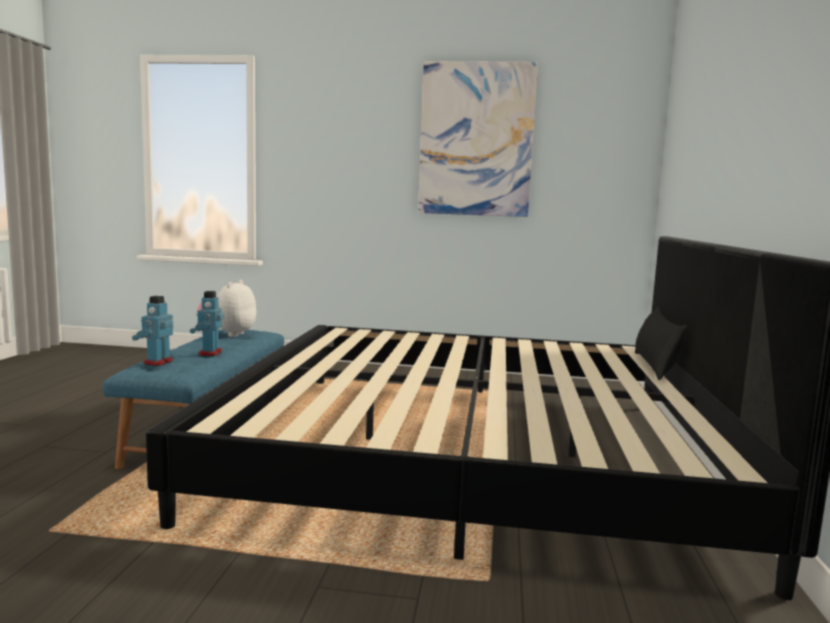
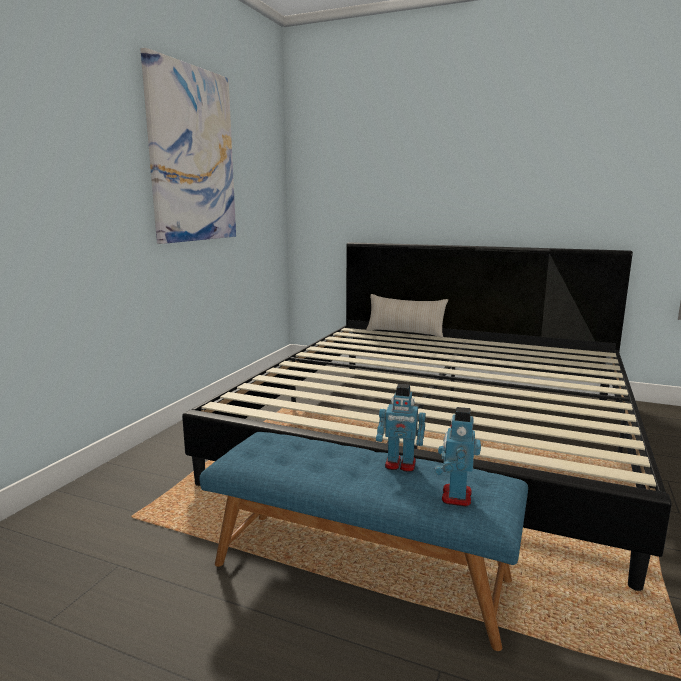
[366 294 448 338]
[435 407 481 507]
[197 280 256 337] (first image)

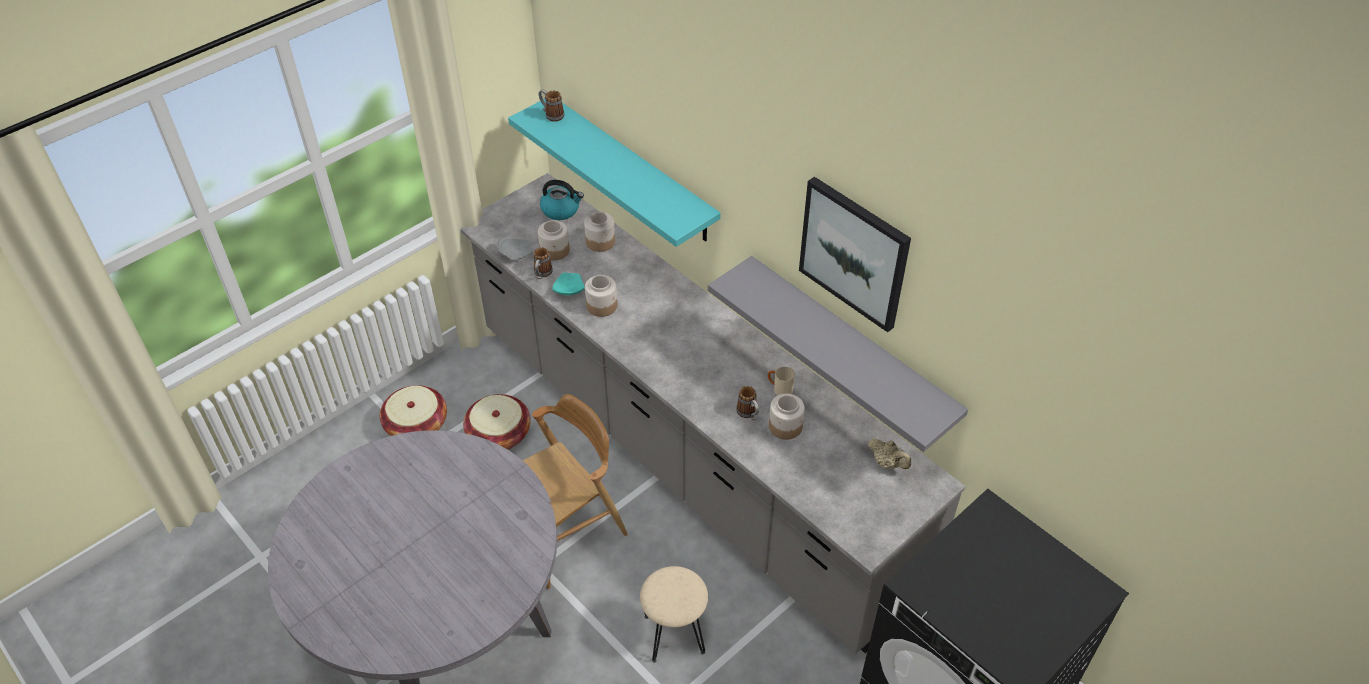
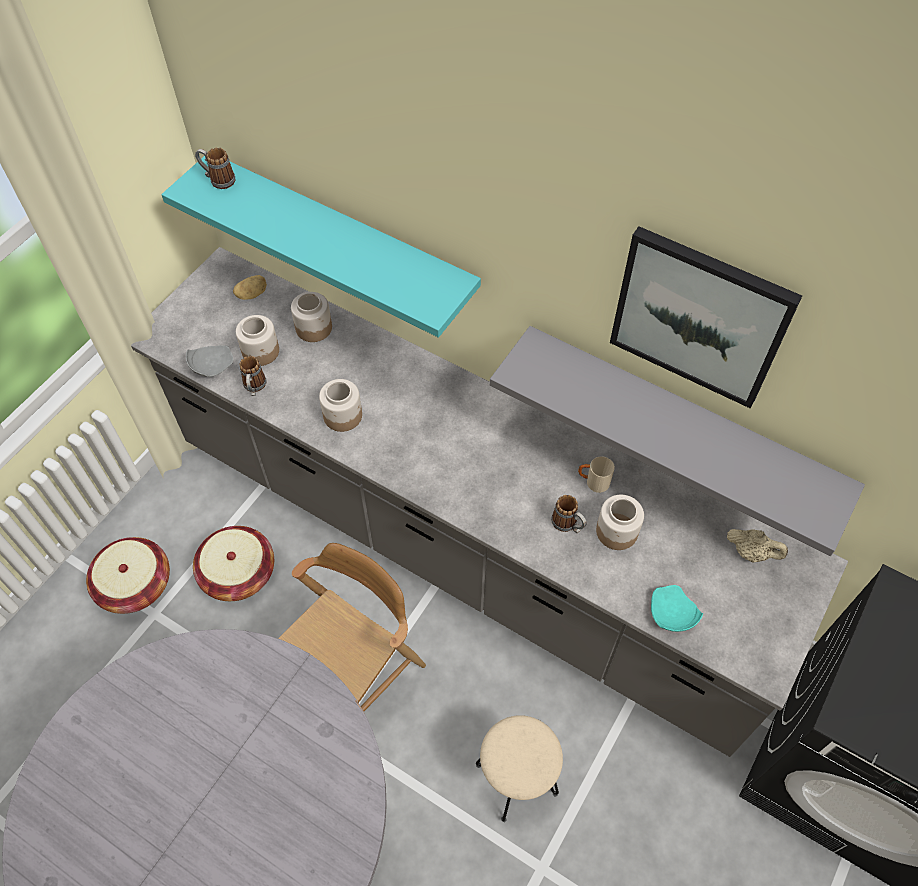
[233 275 267 300]
[651 585 703 632]

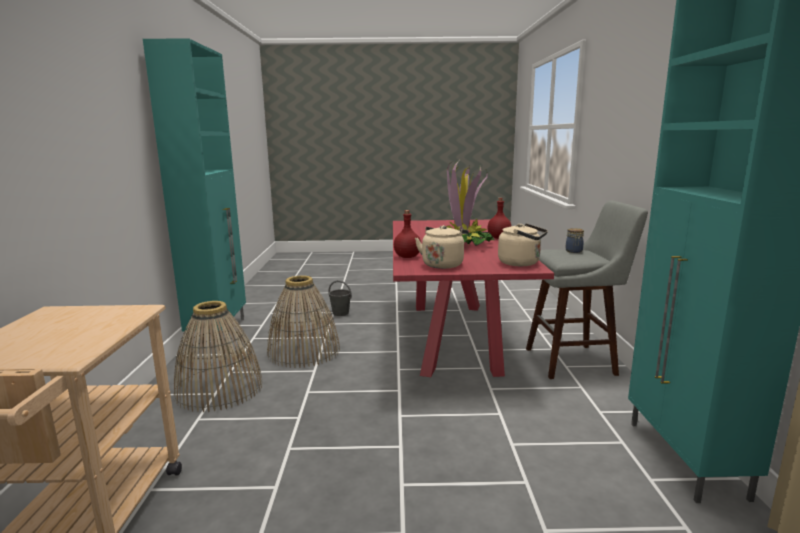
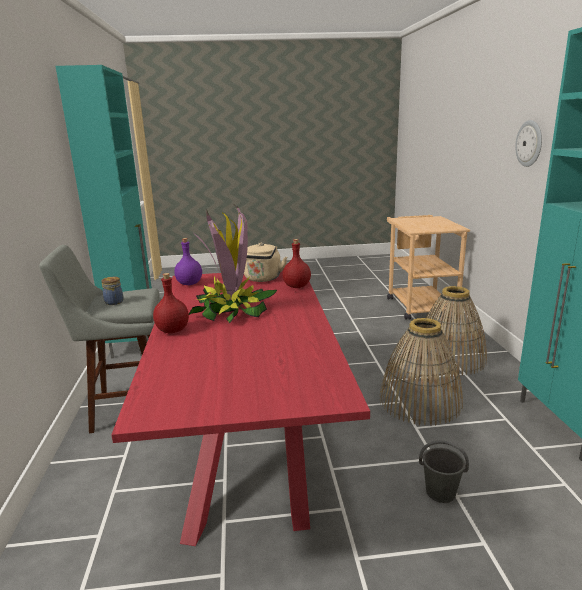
[174 238 202 285]
[515 120 542 167]

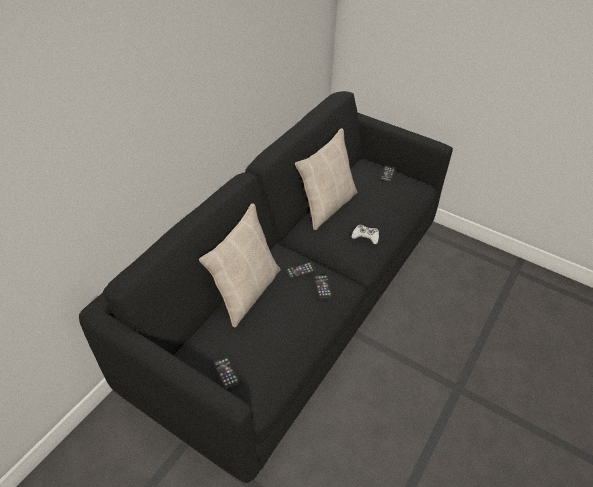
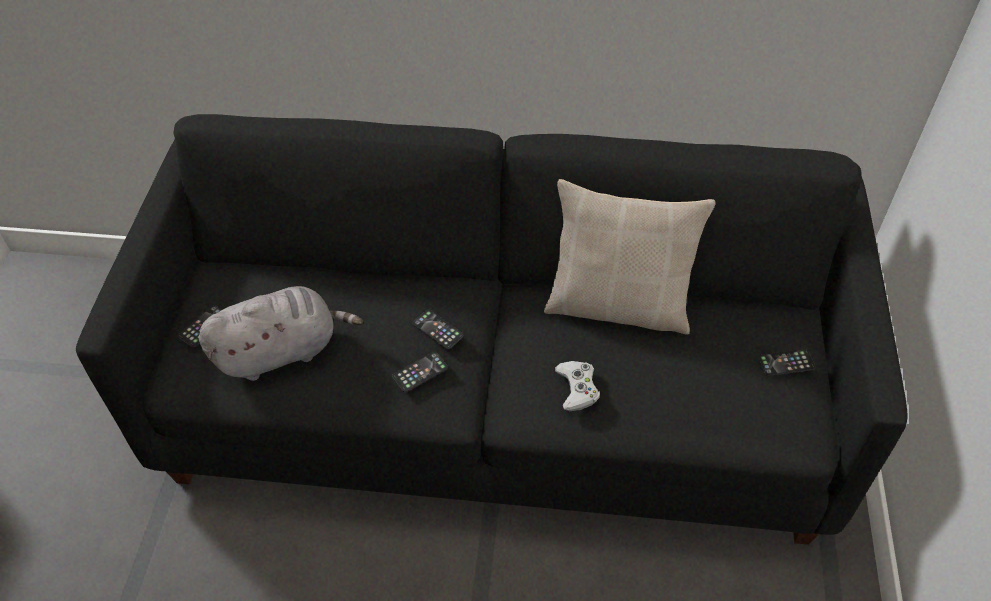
[199 286 363 381]
[199 203 281 328] (first image)

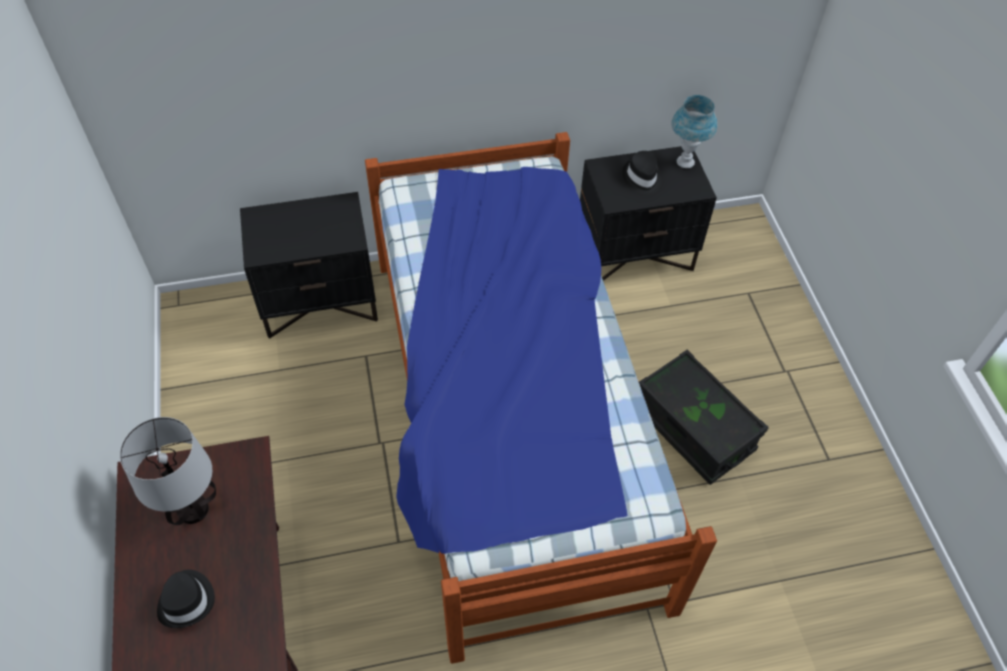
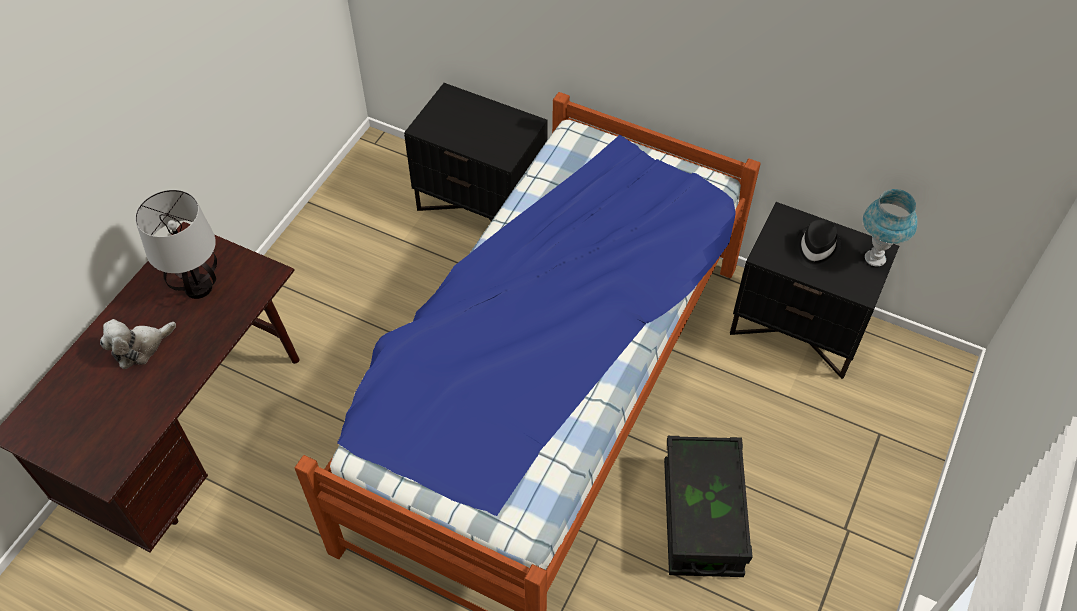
[100 319 176 369]

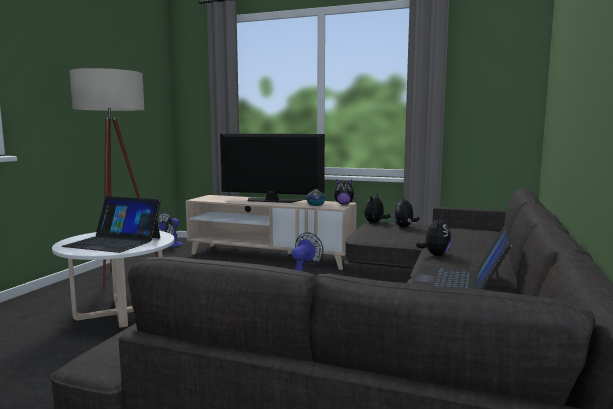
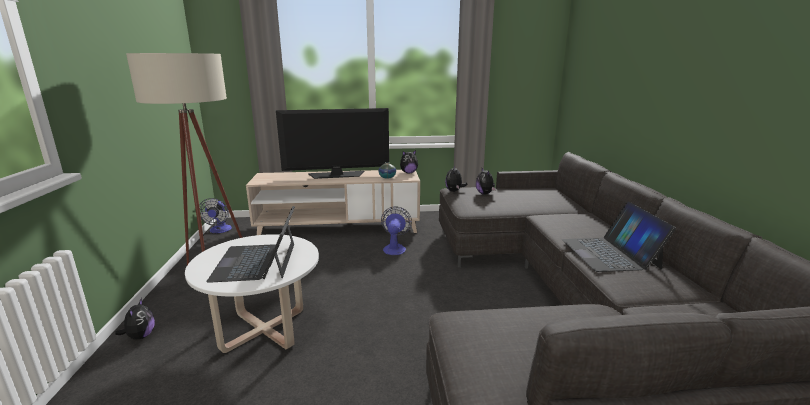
[115 298 155 340]
[206 206 295 283]

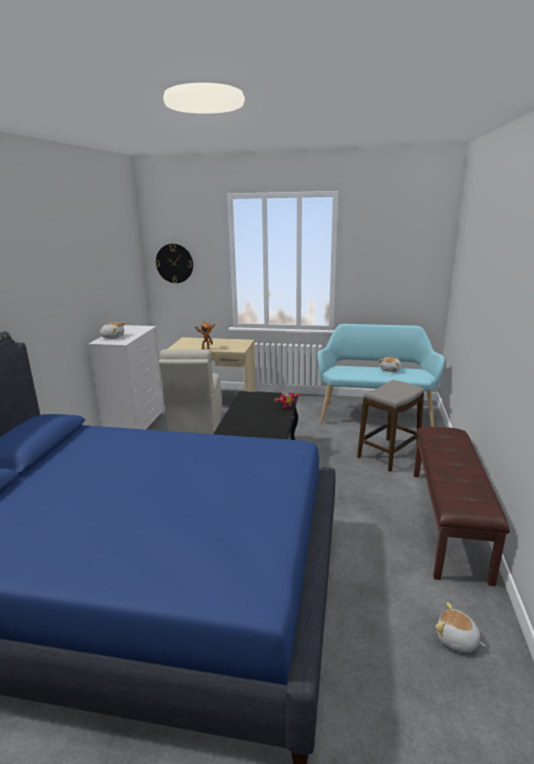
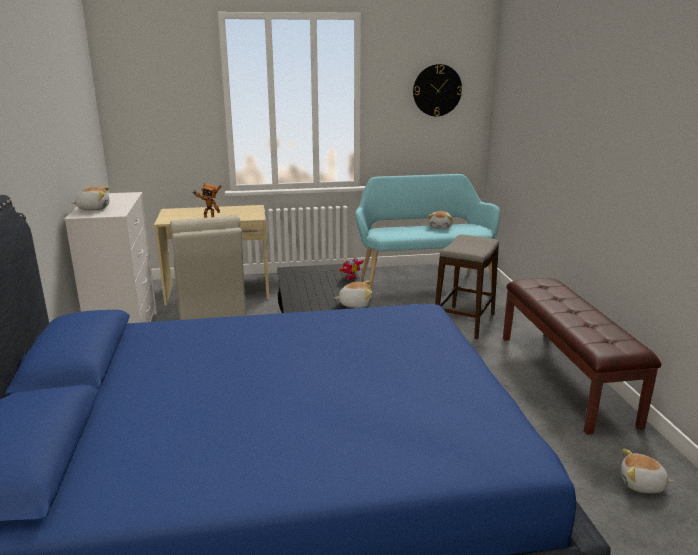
[334 281 372 308]
[413 64 462 116]

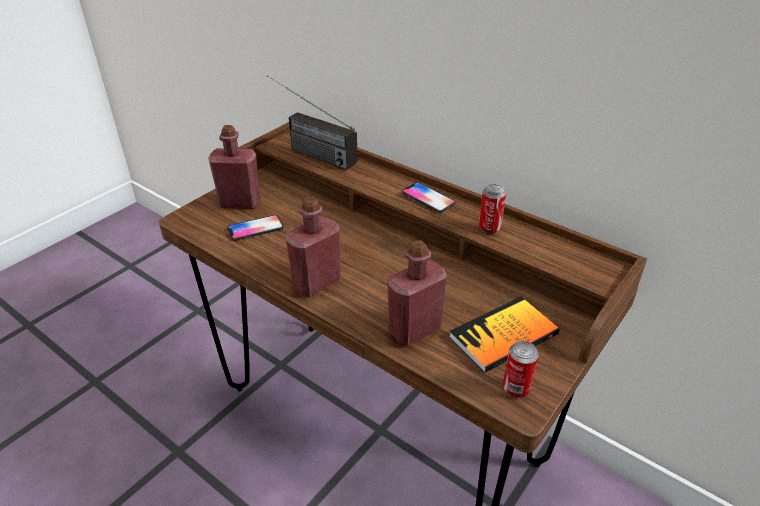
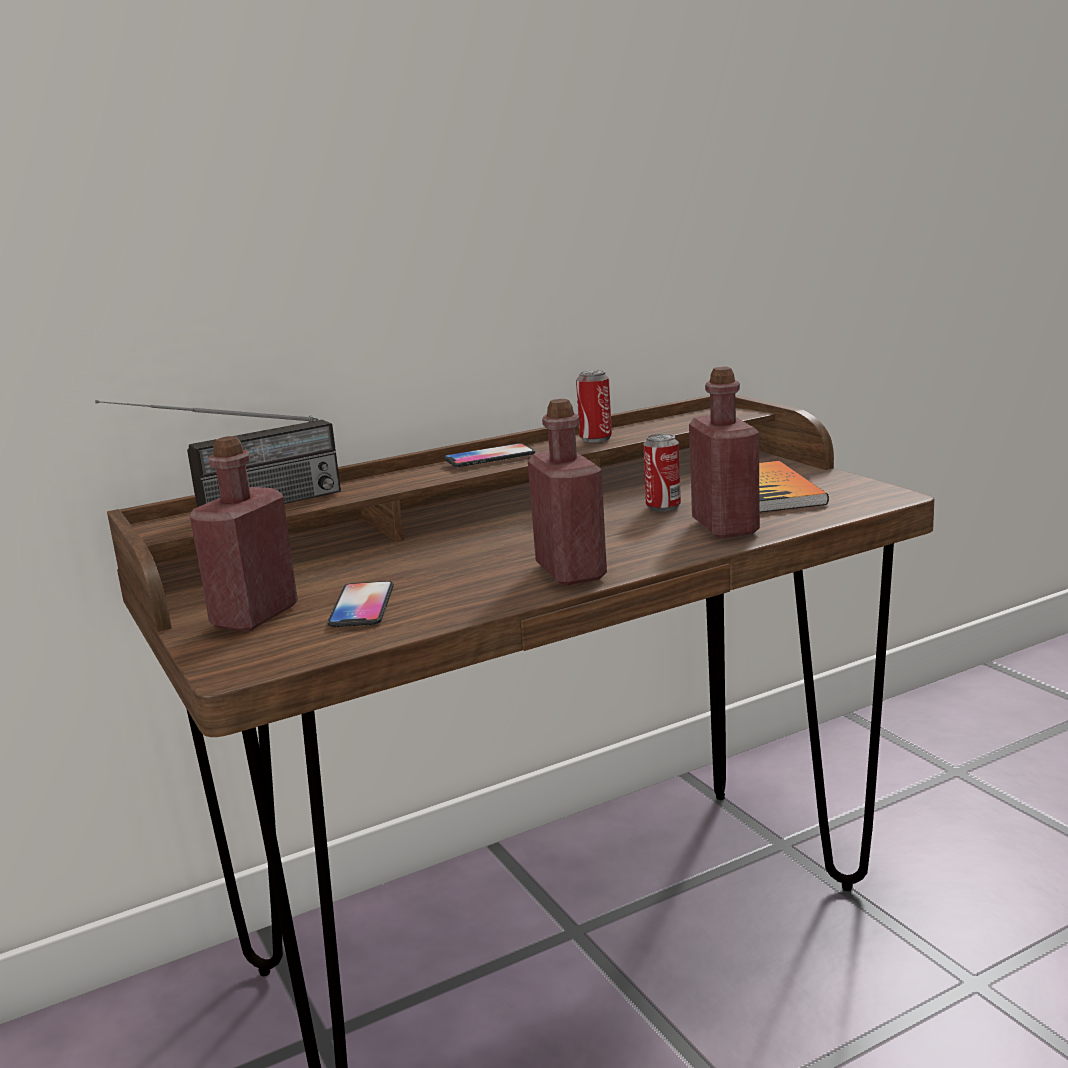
[643 434 681 511]

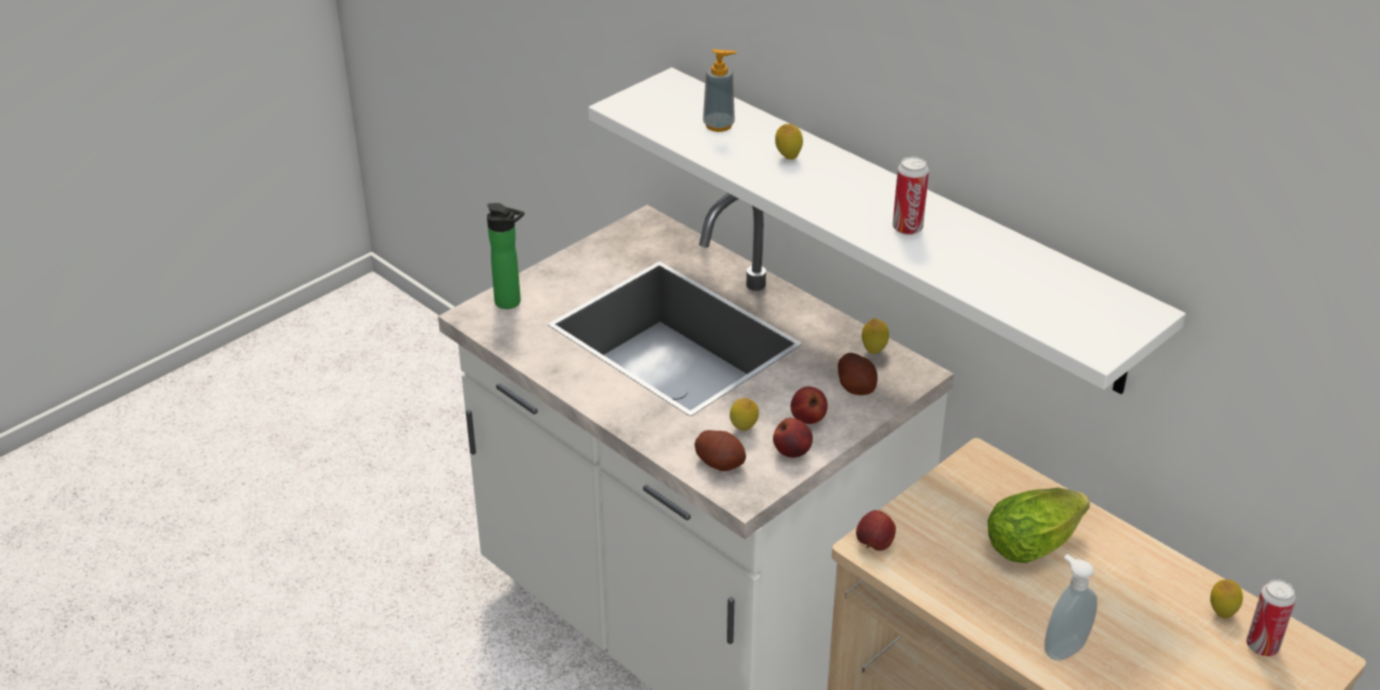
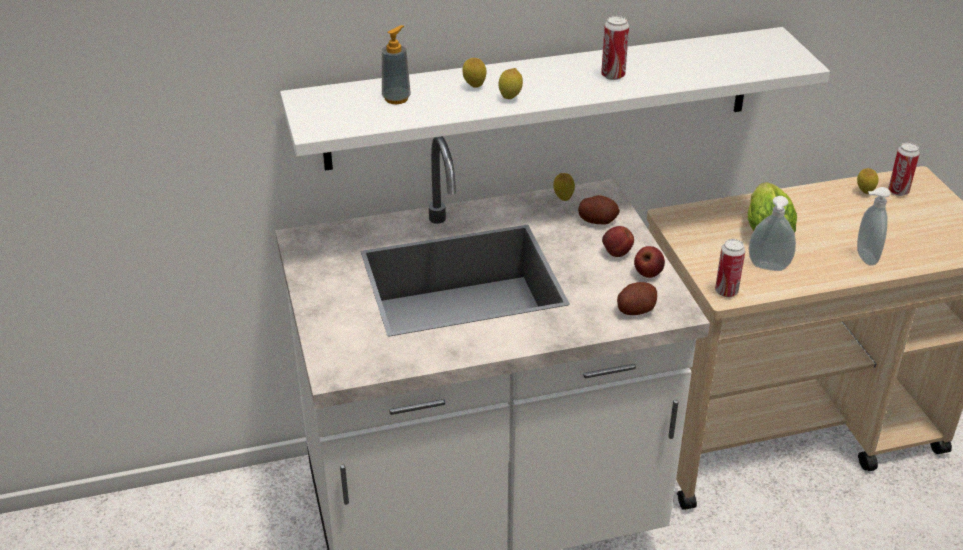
[498 68 523 99]
[715 239 745 297]
[748 196 796 271]
[487 203 524 309] (first image)

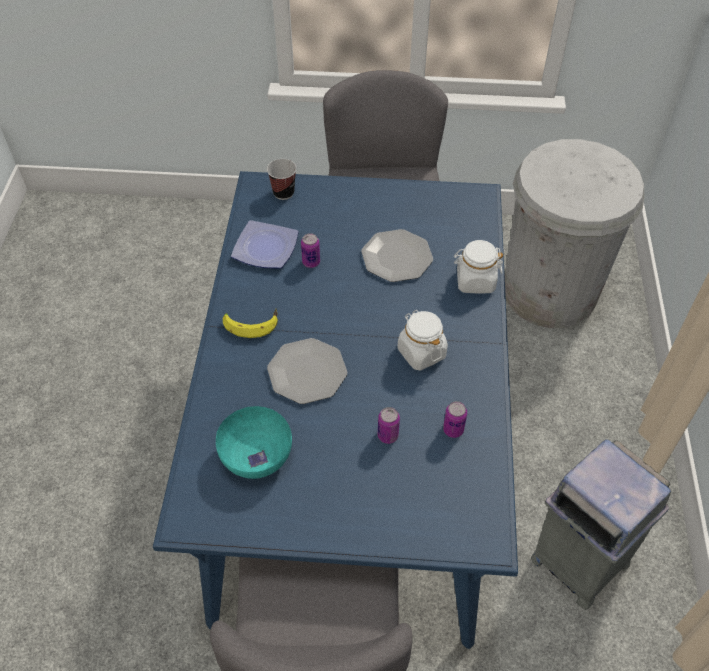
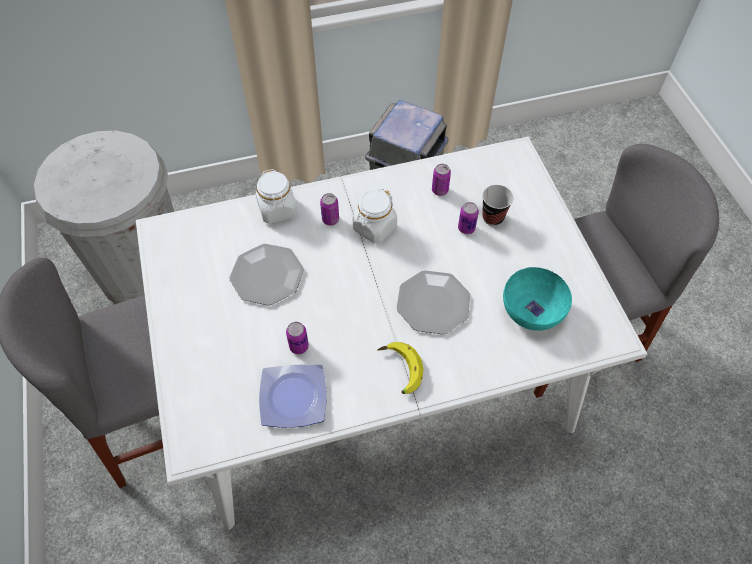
[136 137 648 530]
[320 193 339 225]
[482 185 513 226]

